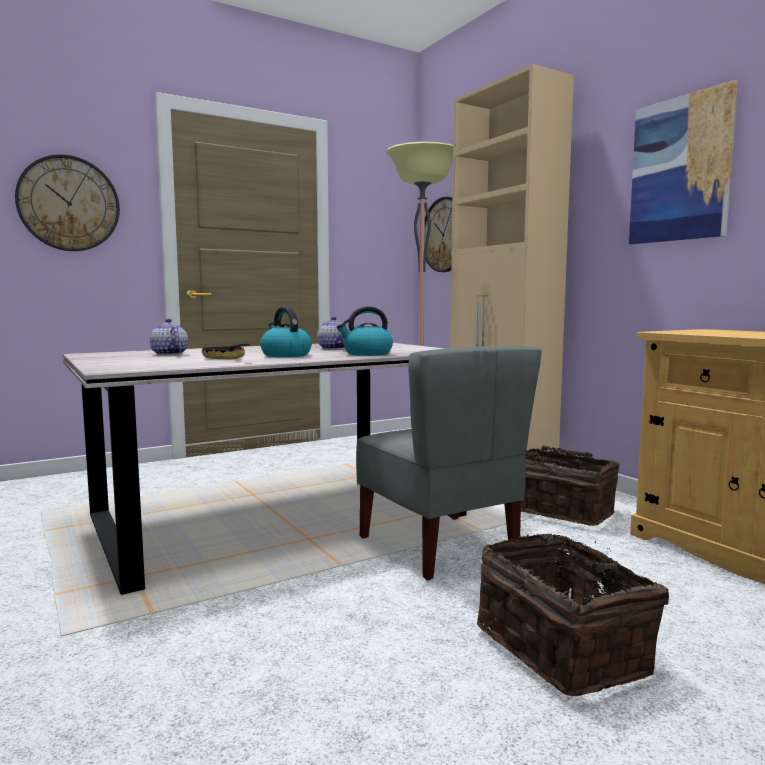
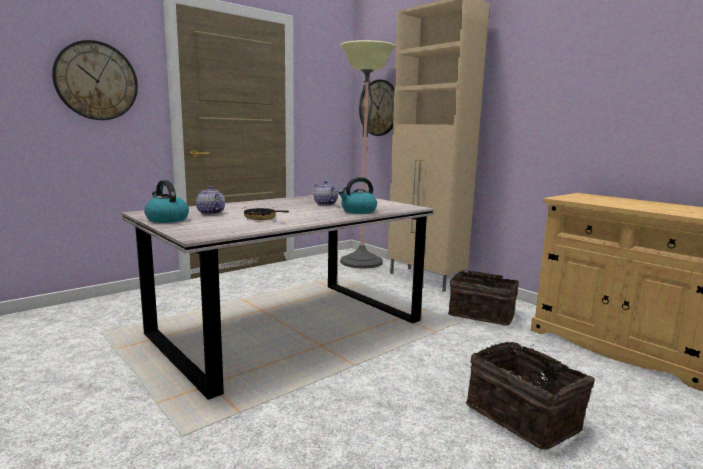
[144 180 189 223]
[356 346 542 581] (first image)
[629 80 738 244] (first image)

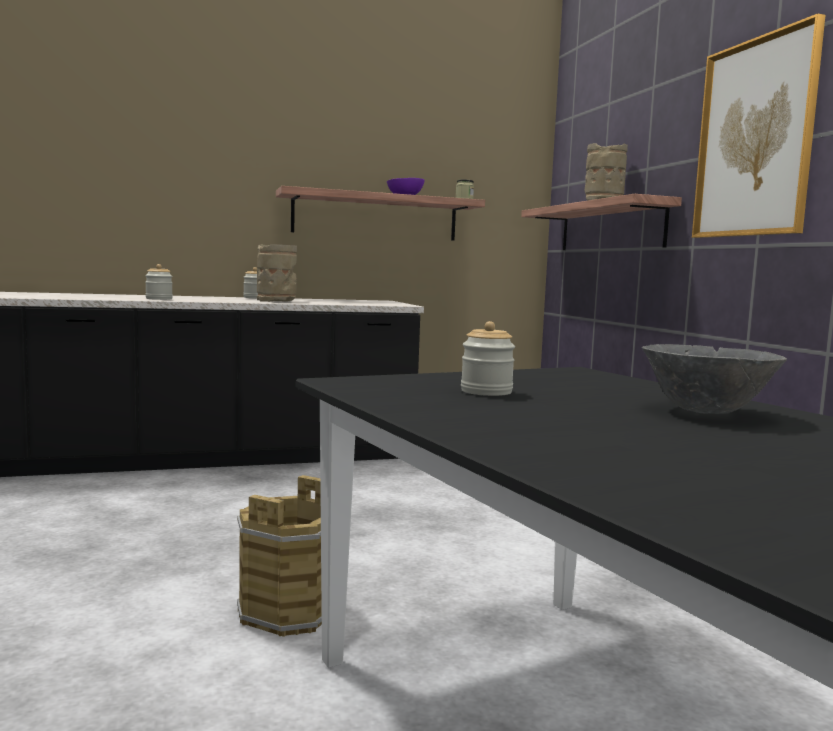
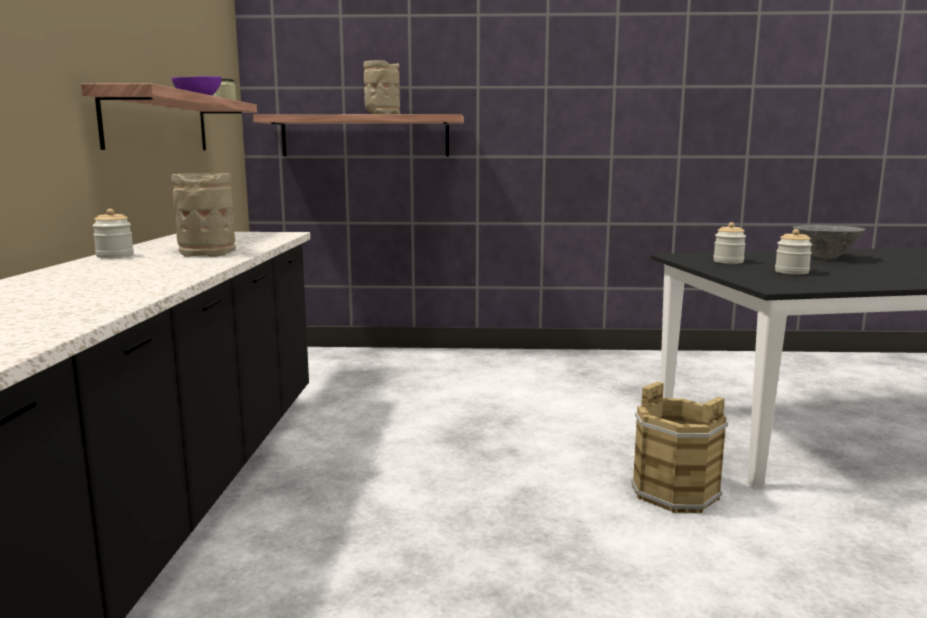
[713 222 746 264]
[692 14 826 238] (first image)

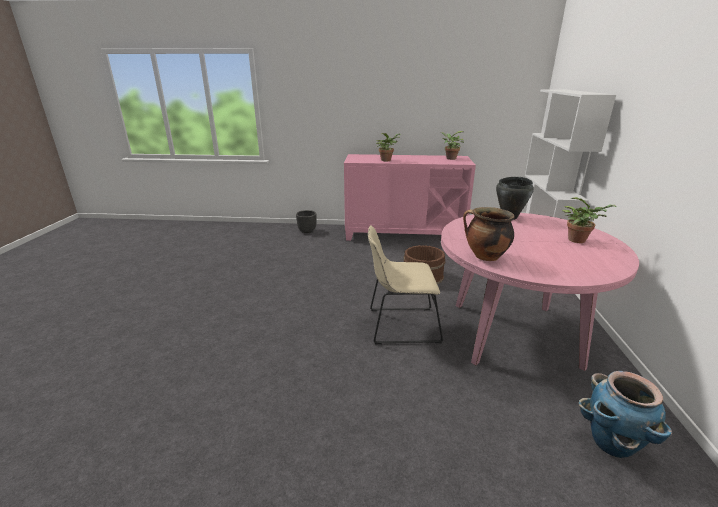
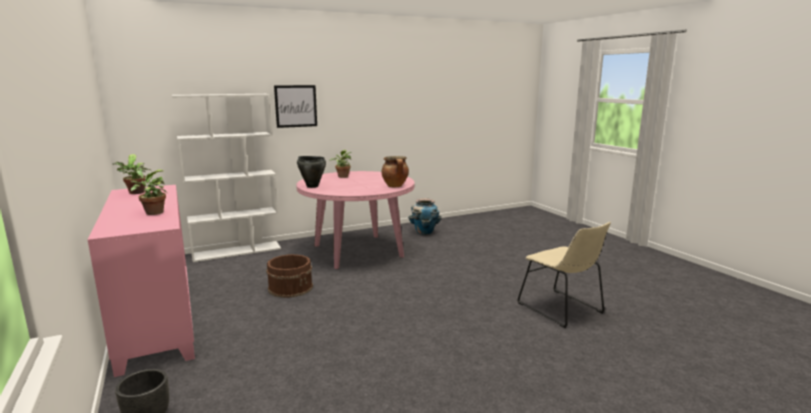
[274 85 317 128]
[517 222 611 328]

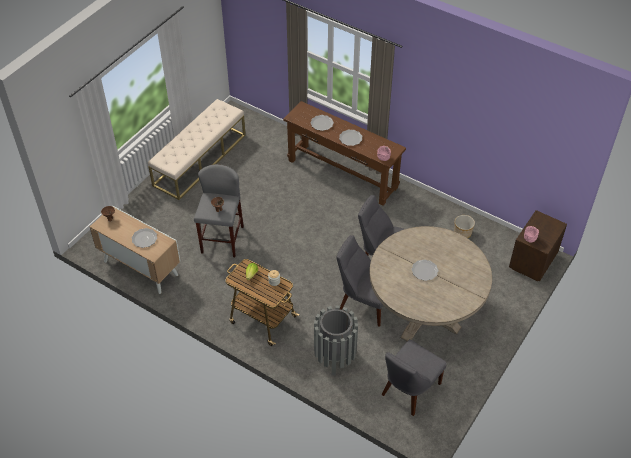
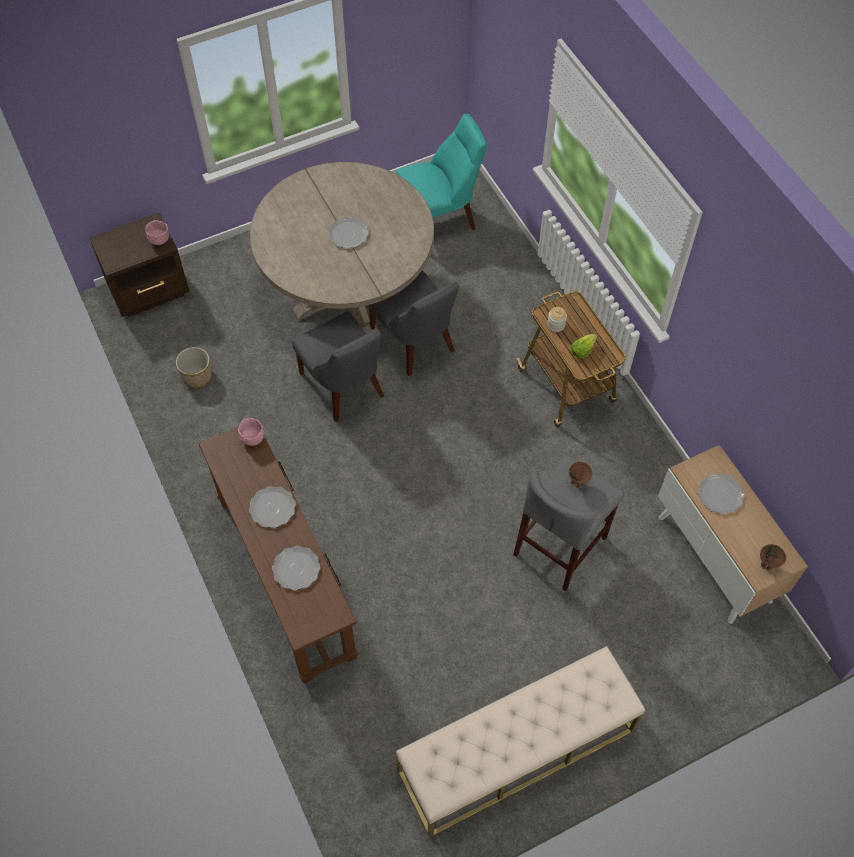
[396 114 487 230]
[314 306 358 376] (first image)

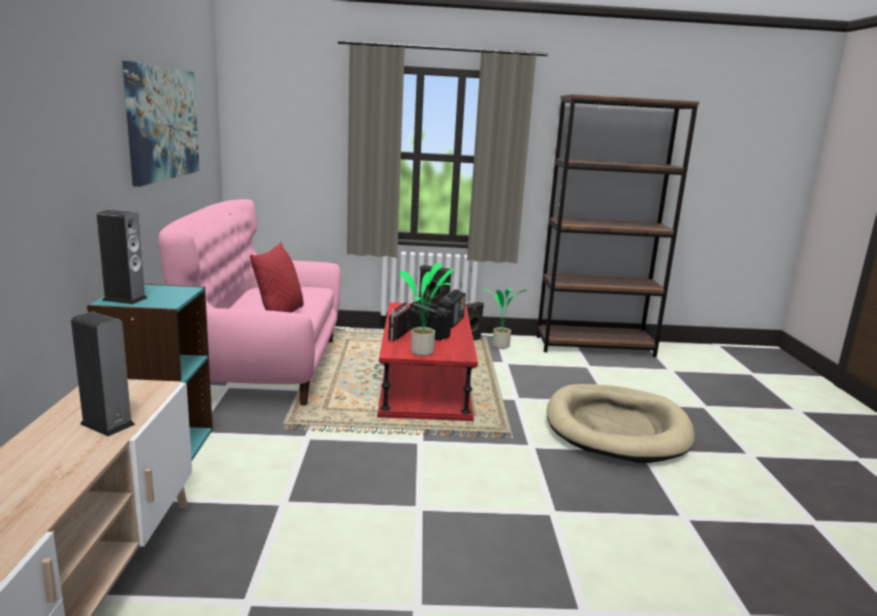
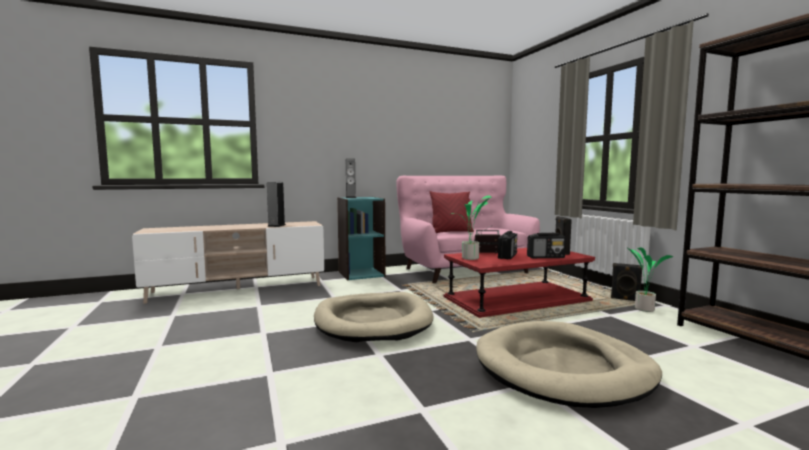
[314 292 434 342]
[122 61 199 187] (first image)

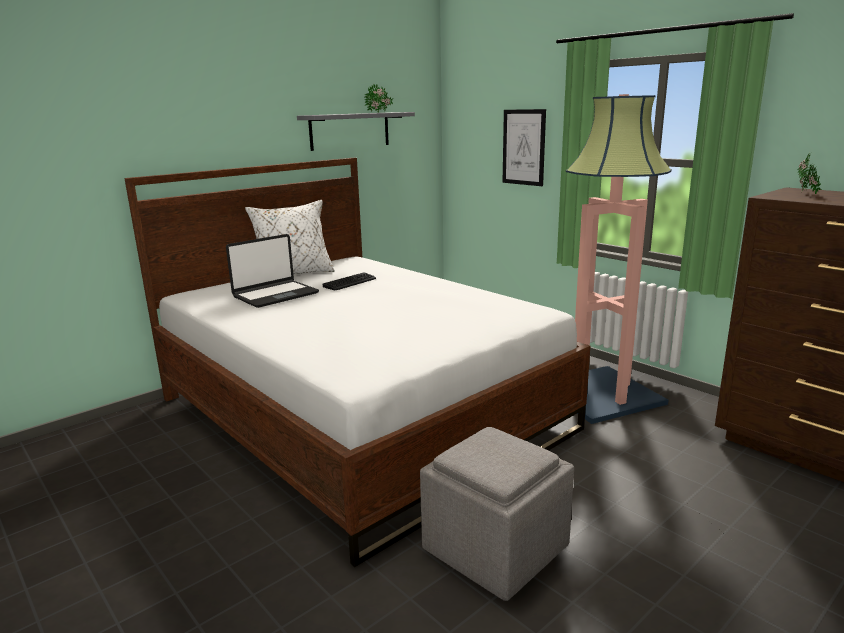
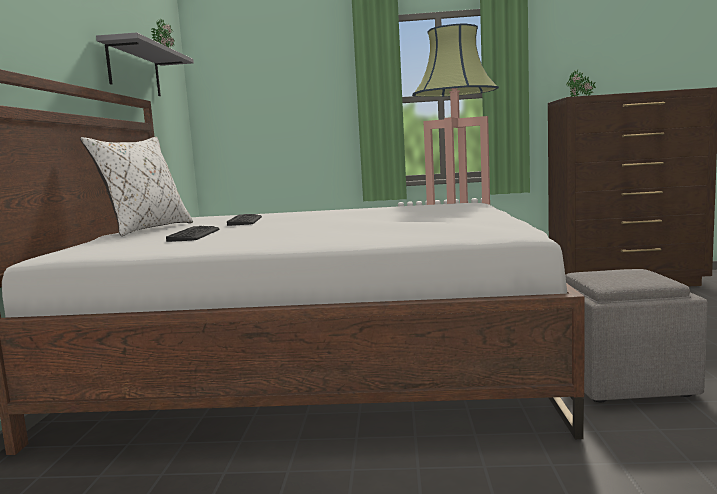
[166 226 220 242]
[503 109 546 186] (first image)

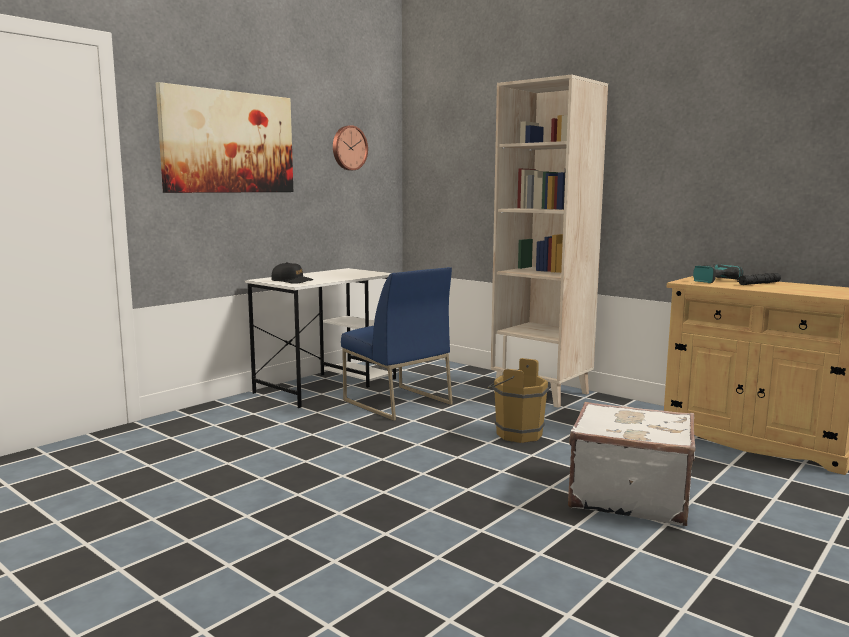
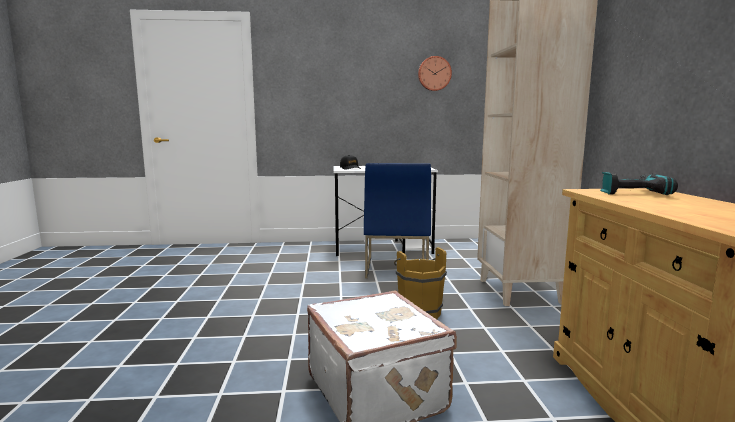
[156 82 293 193] (first image)
[737 273 781 285] (first image)

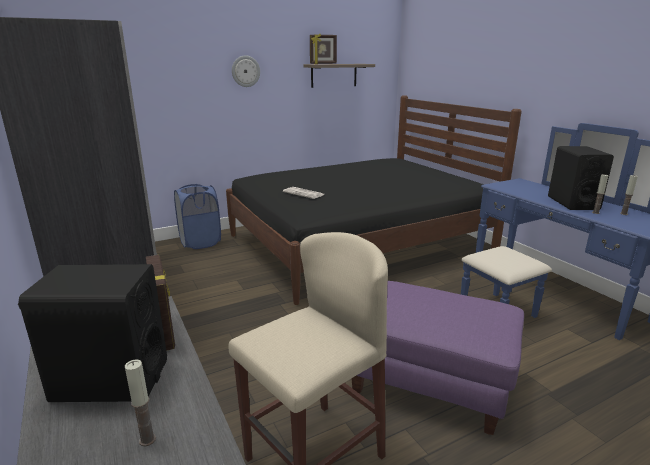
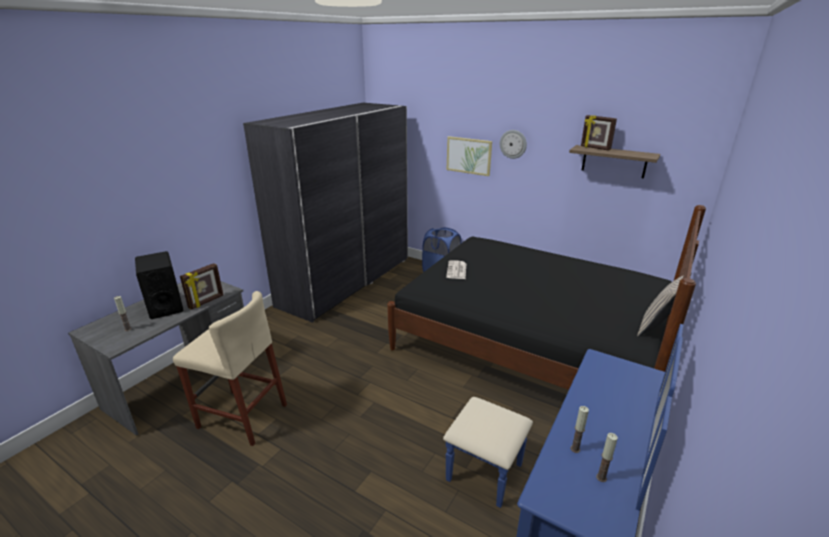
[446 136 492 176]
[637 276 691 337]
[351 281 524 435] (first image)
[548 146 614 210] (first image)

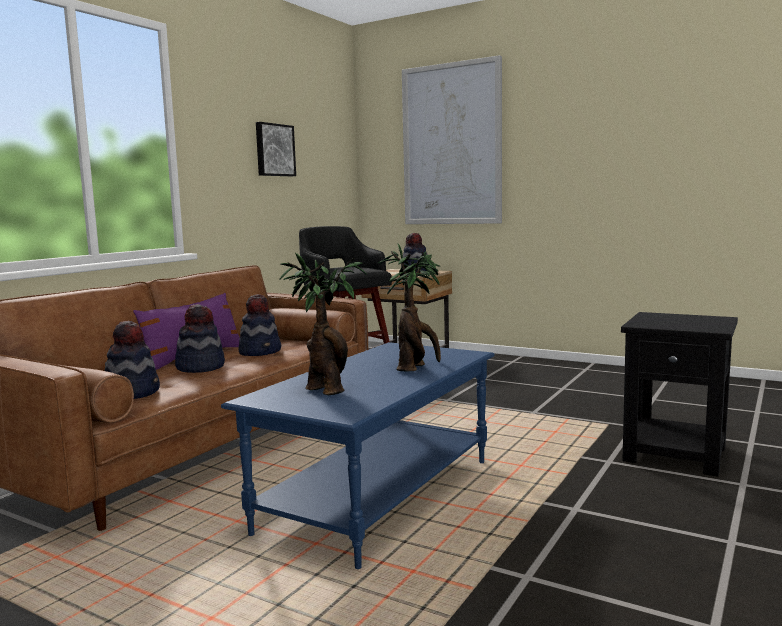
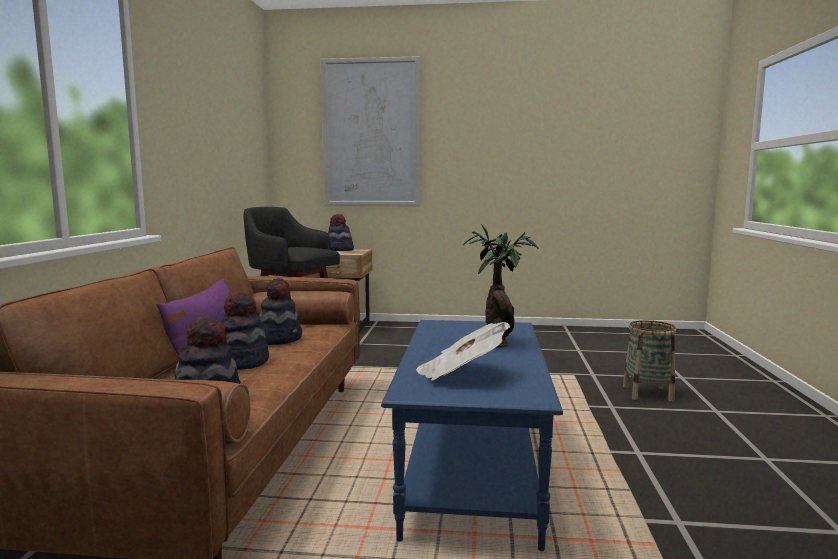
[416 322 510 380]
[623 320 676 401]
[256 122 296 176] (first image)

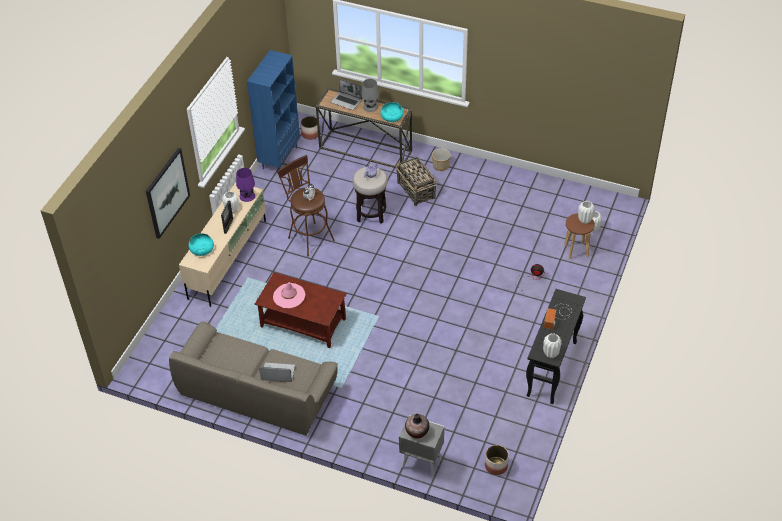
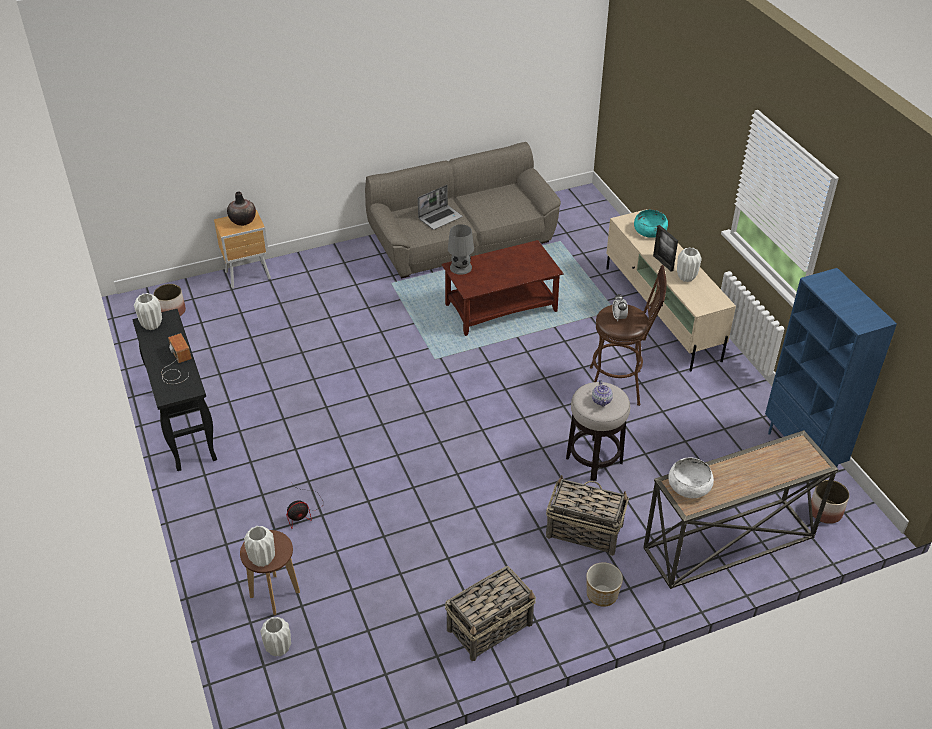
[214 210 271 288]
[445 566 536 661]
[448 224 474 275]
[668 457 714 498]
[146 148 190 239] (first image)
[236 168 255 202] (first image)
[273 282 305 308] (first image)
[331 78 362 110] (first image)

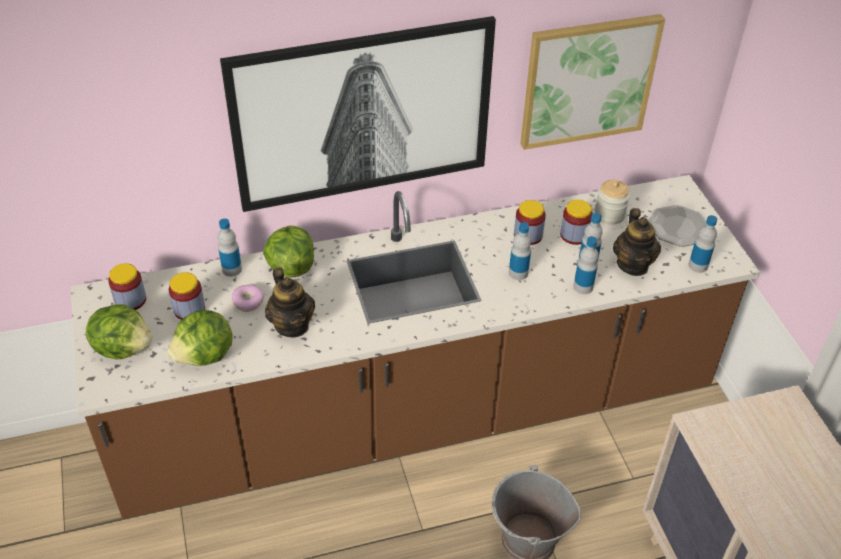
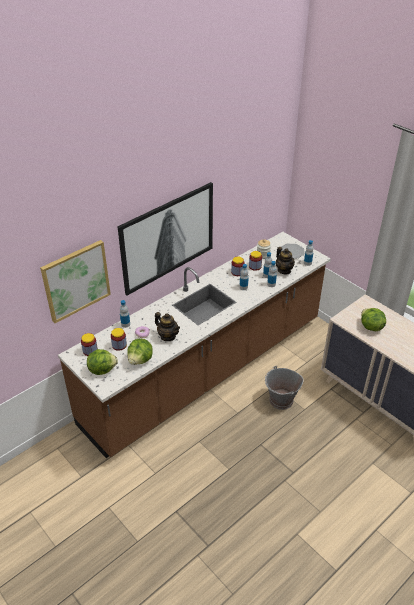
[40 240 111 323]
[361 308 386 331]

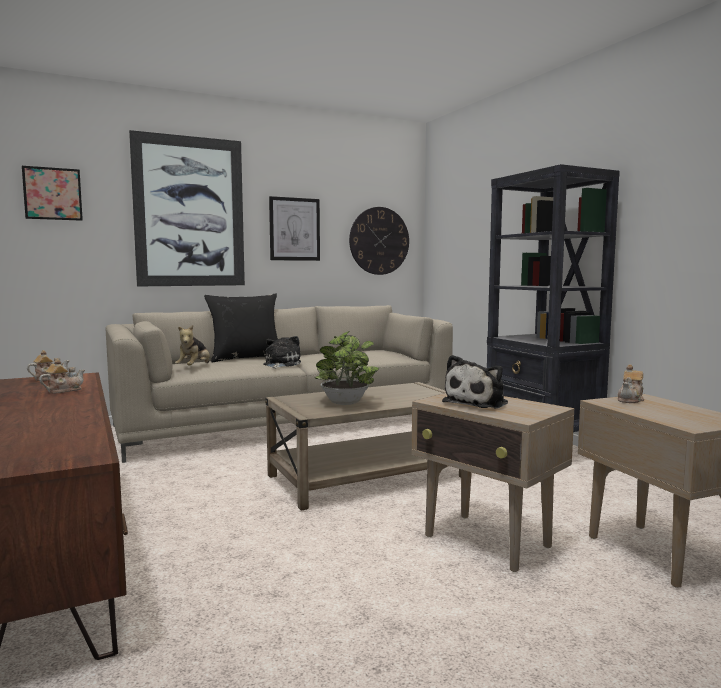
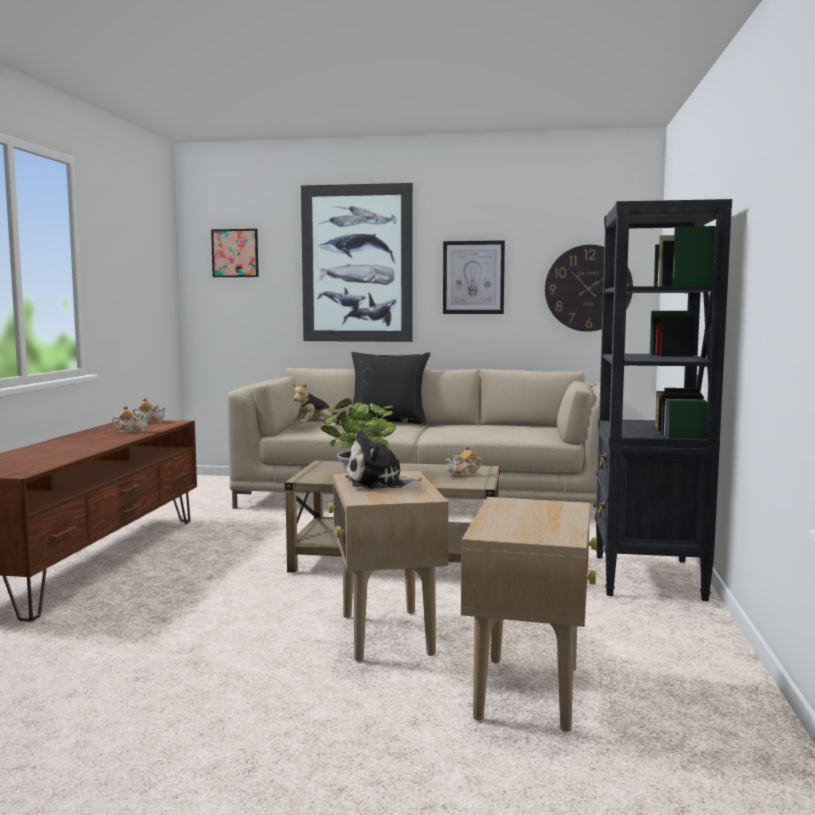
[445 445 482 477]
[263 336 301 369] (first image)

